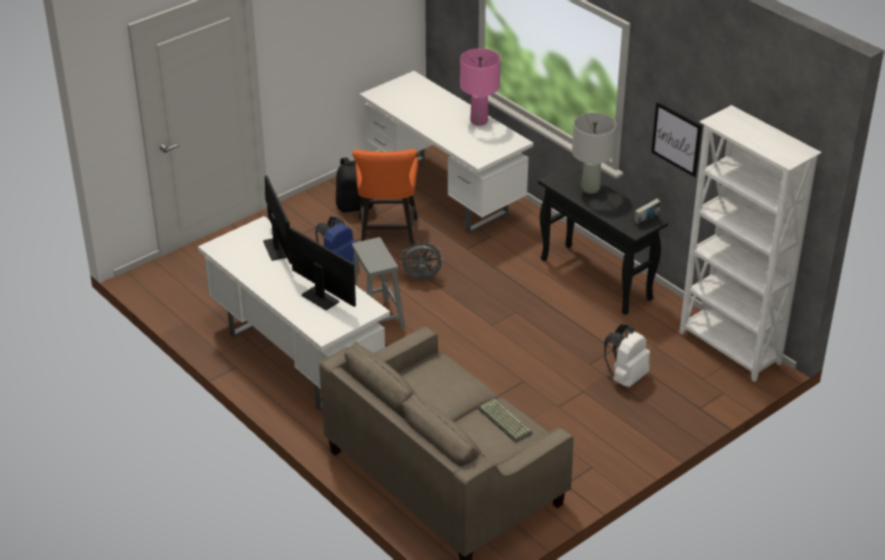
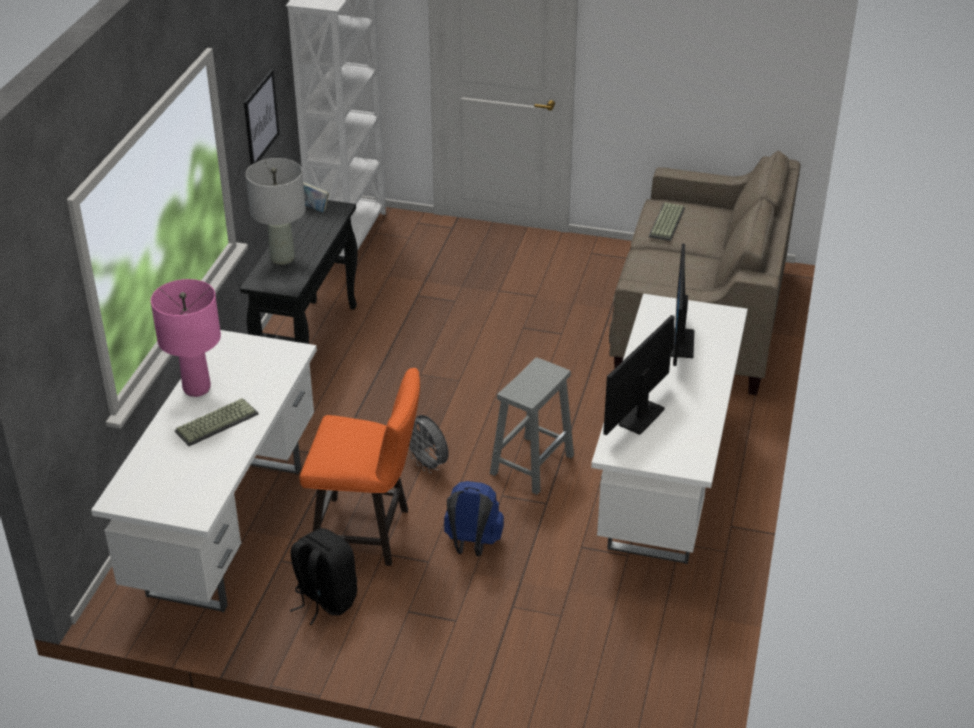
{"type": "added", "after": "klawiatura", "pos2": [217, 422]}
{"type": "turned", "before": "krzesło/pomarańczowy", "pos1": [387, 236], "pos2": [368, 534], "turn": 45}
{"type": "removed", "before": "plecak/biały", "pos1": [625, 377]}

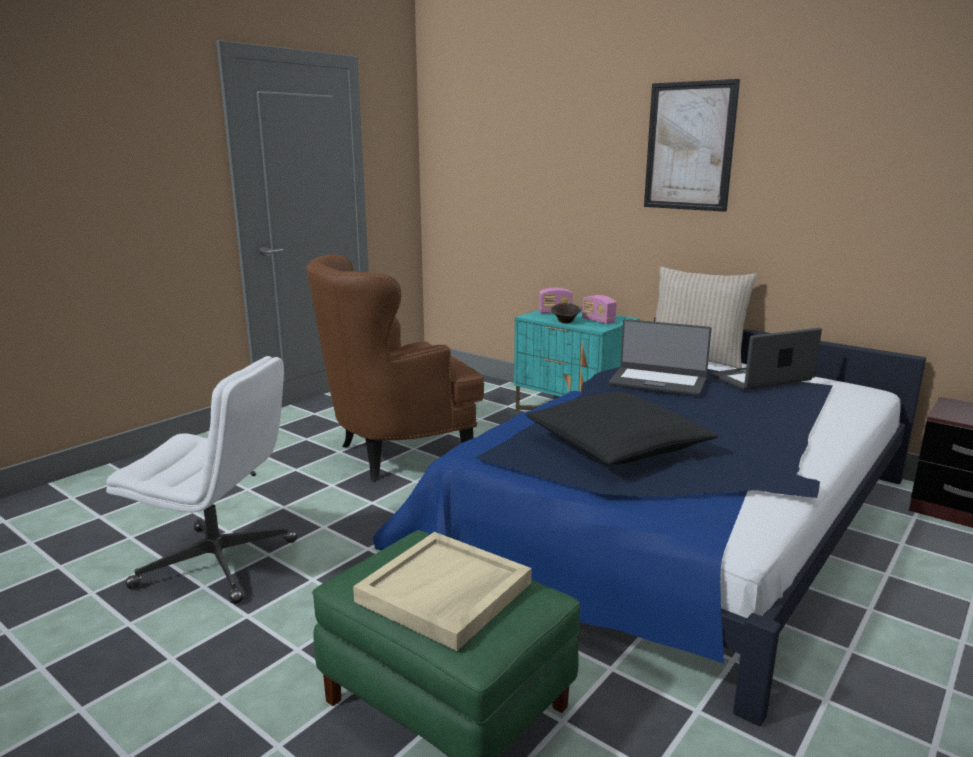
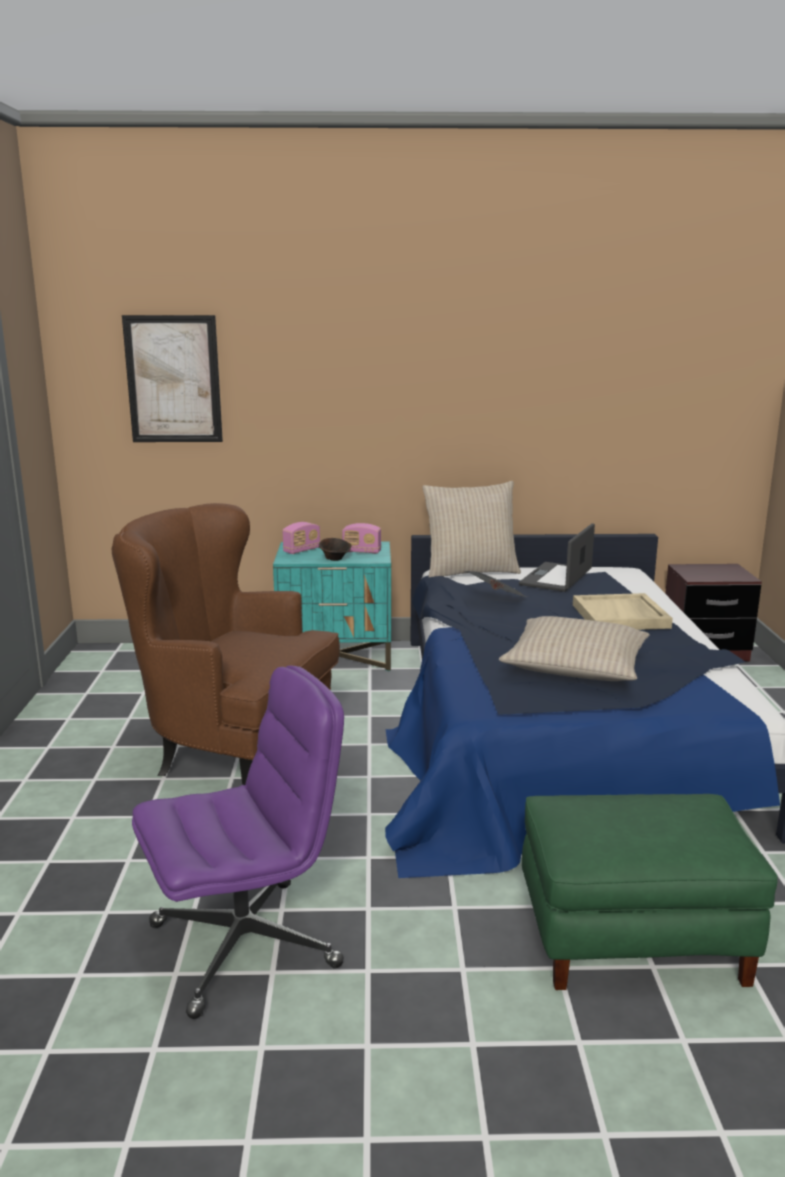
{"type": "turned", "before": "fotel/brązowy", "pos1": [396, 455], "pos2": [235, 758], "turn": 90}
{"type": "moved", "before": "obraz", "pos1": [689, 146], "pos2": [173, 379]}
{"type": "recoloured", "before": "krzesło biurowe/biały", "after": "krzesło biurowe/fioletowy", "pos1": [219, 563], "pos2": [246, 944]}
{"type": "replaced", "before": "laptop", "after": "gazeta", "pos1": [658, 381], "pos2": [497, 601]}
{"type": "recoloured", "before": "poduszka/czarny", "after": "poduszka/beżowy", "pos1": [617, 445], "pos2": [575, 665]}
{"type": "moved", "before": "taca/beżowy", "pos1": [444, 593], "pos2": [621, 616]}

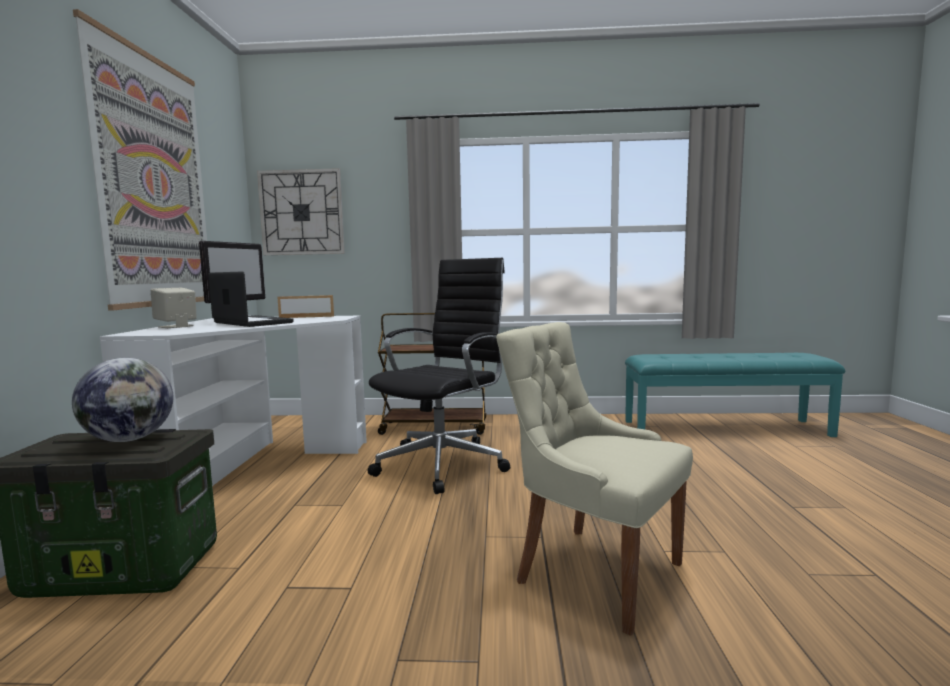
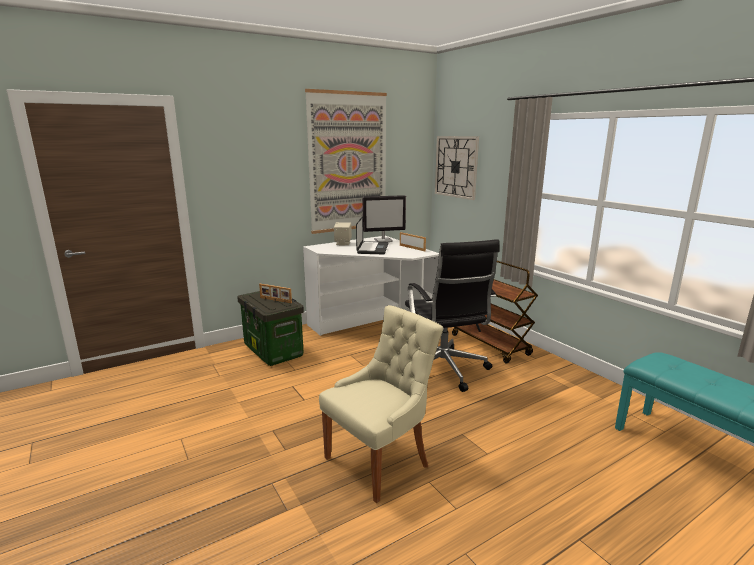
{"type": "replaced", "before": "globus", "after": "ramka na zdjęcie", "pos1": [129, 439], "pos2": [275, 300]}
{"type": "turned", "before": "krzesło/beżowy", "pos1": [593, 570], "pos2": [380, 460], "turn": 45}
{"type": "turned", "before": "krzesło biurowe/czarny", "pos1": [444, 463], "pos2": [444, 370], "turn": 75}

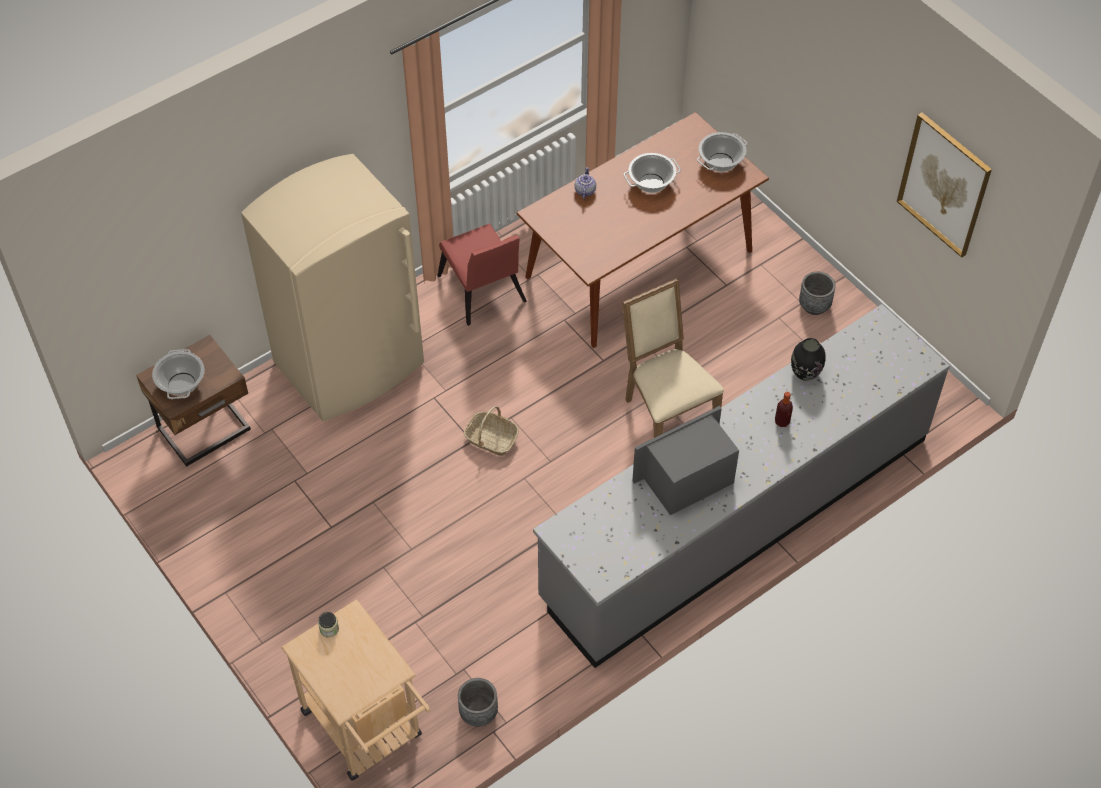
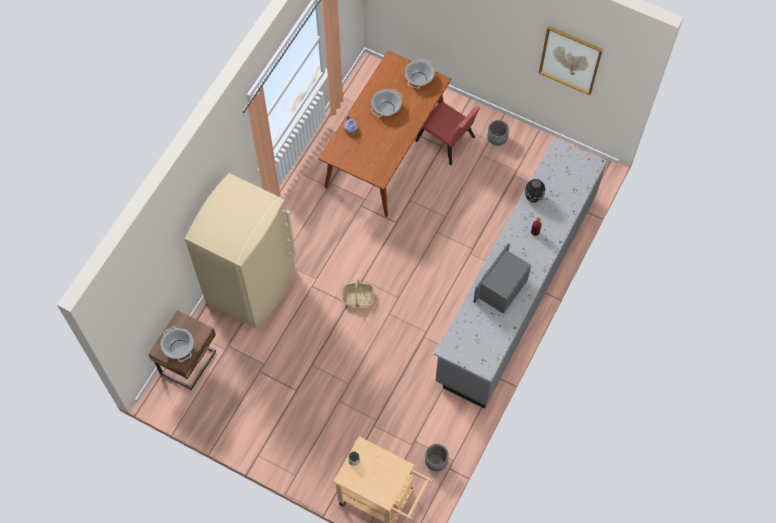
{"type": "moved", "before": "krzesło/czerwony", "pos1": [483, 293], "pos2": [447, 142]}
{"type": "removed", "before": "krzesło/beżowy", "pos1": [666, 410]}

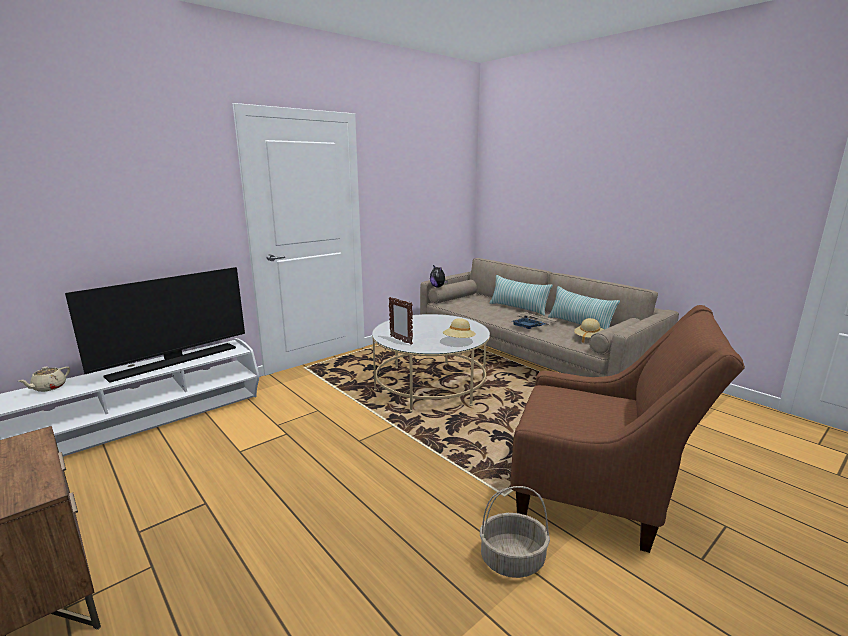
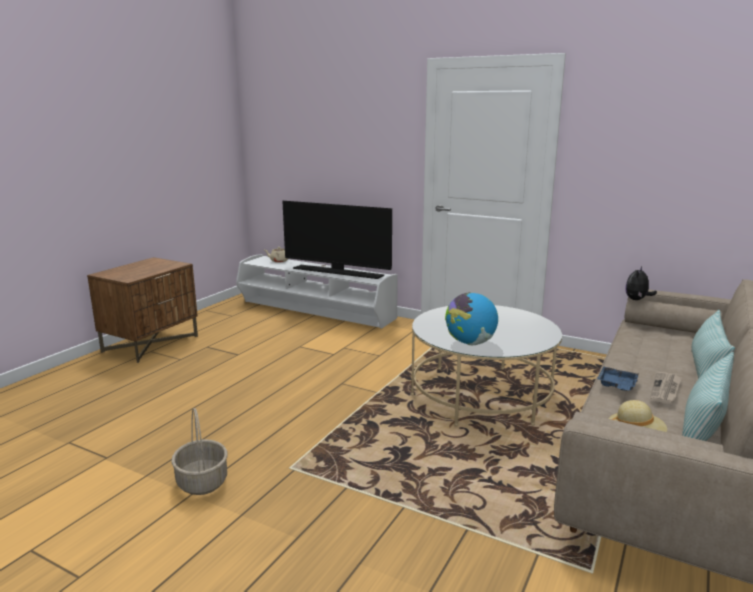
{"type": "replaced", "before": "kapelusz/beżowy", "after": "globus", "pos1": [459, 341], "pos2": [470, 343]}
{"type": "removed", "before": "ramka na zdjęcie", "pos1": [401, 340]}
{"type": "removed", "before": "fotel/brązowy", "pos1": [599, 494]}

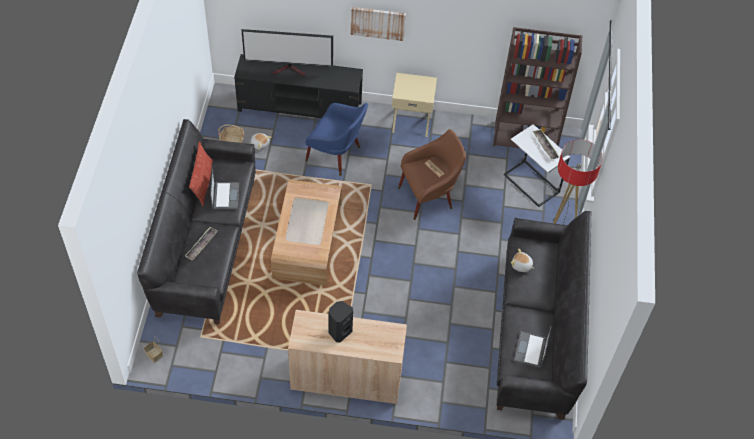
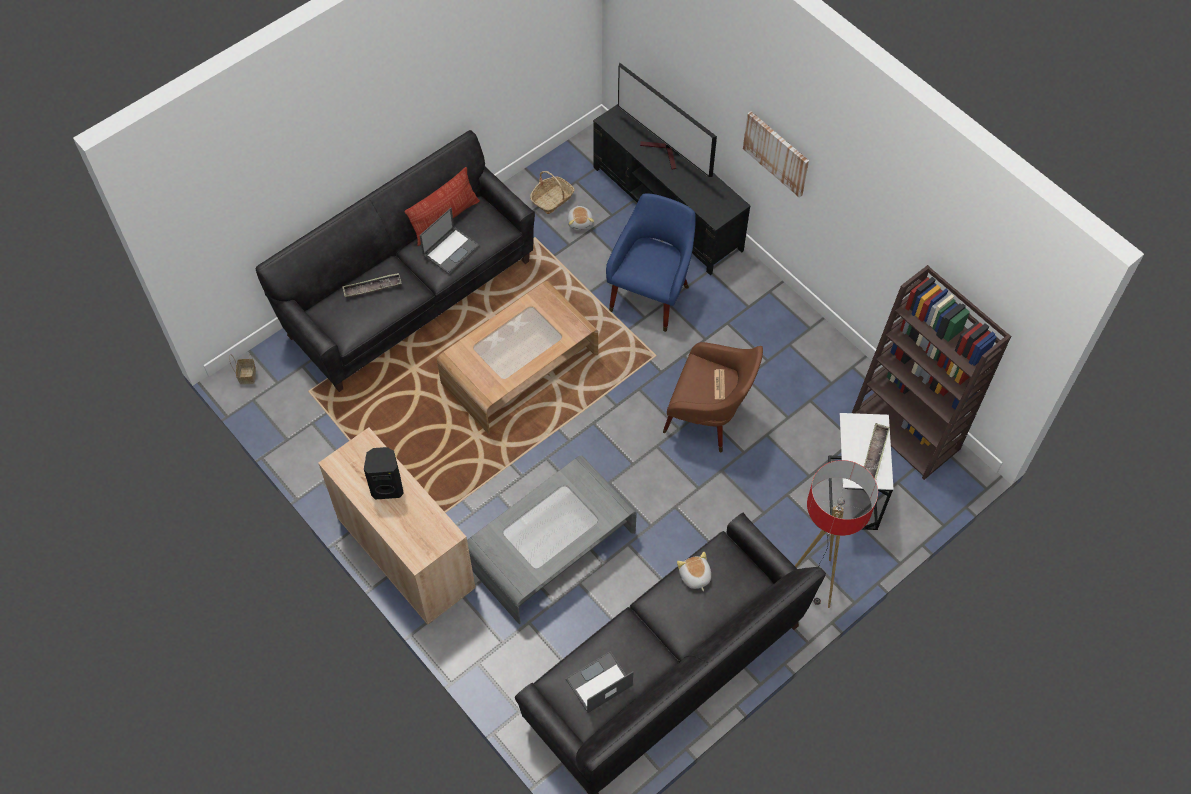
{"type": "added", "after": "ława/szary", "pos2": [552, 549]}
{"type": "turned", "before": "fotel/niebieski", "pos1": [336, 155], "pos2": [651, 293], "turn": -135}
{"type": "removed", "before": "szafka nocna/beżowy", "pos1": [411, 121]}

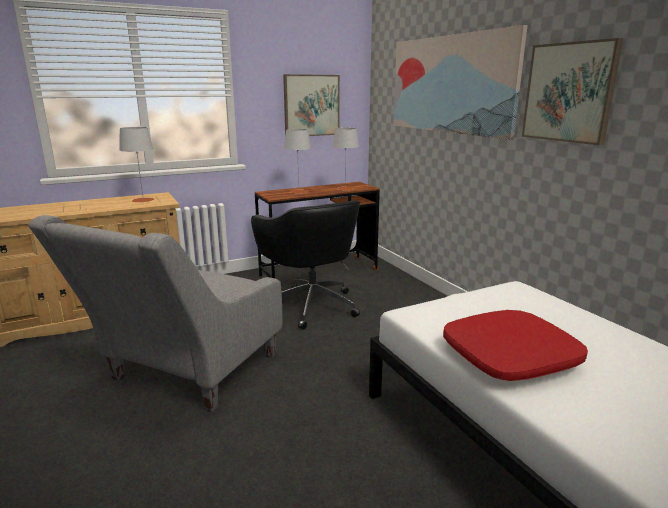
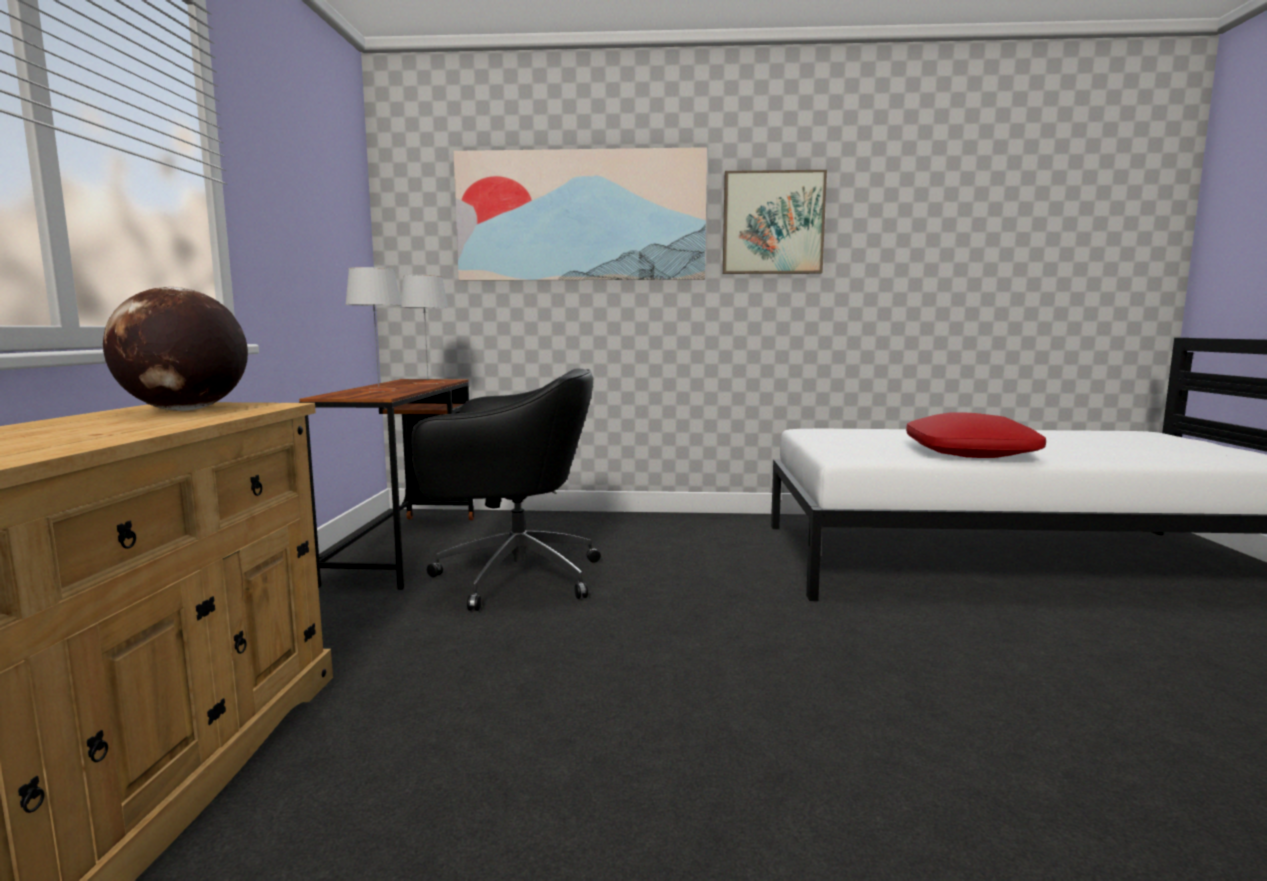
{"type": "replaced", "before": "lampa stołowa/szary", "after": "globus", "pos1": [143, 200], "pos2": [184, 410]}
{"type": "removed", "before": "fotel/szary", "pos1": [184, 375]}
{"type": "removed", "before": "obraz", "pos1": [311, 105]}

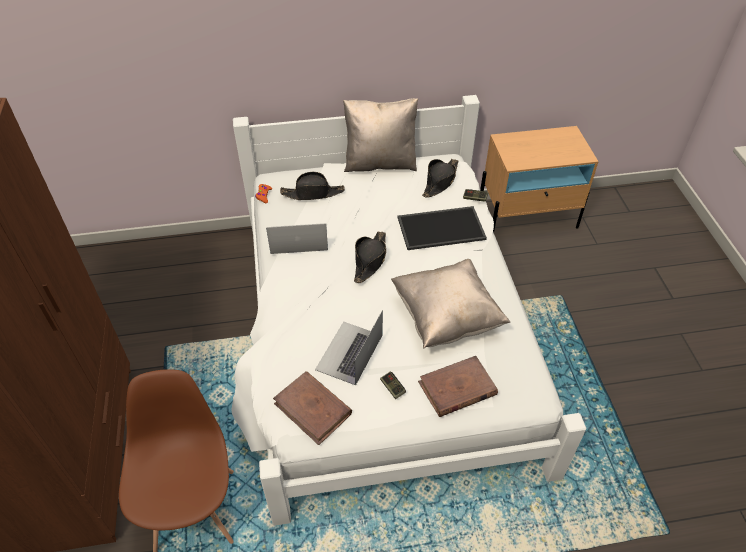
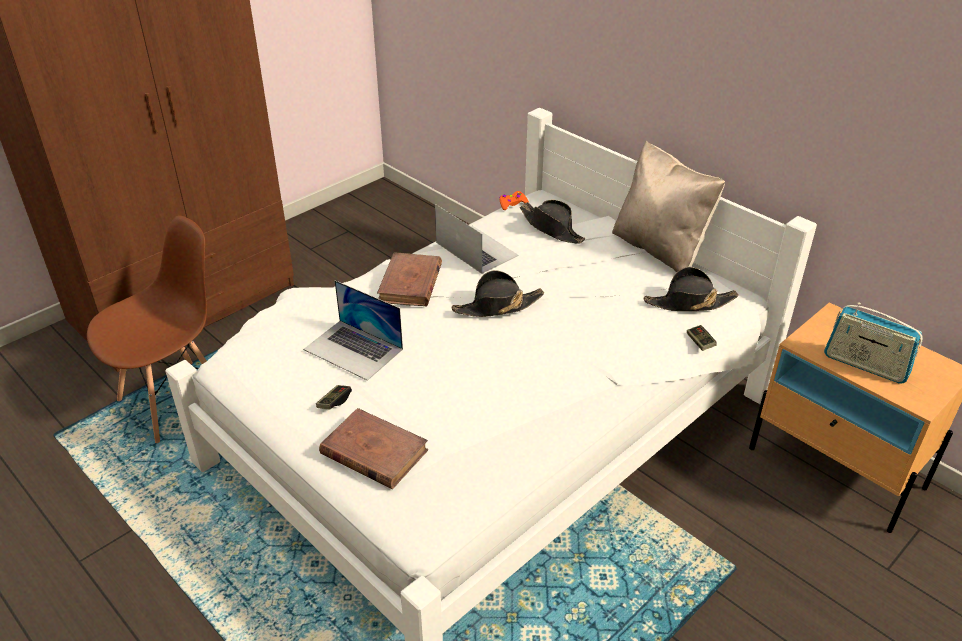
{"type": "turned", "before": "laptop", "pos1": [349, 352], "pos2": [353, 349], "turn": -135}
{"type": "moved", "before": "książka/brązowy", "pos1": [313, 409], "pos2": [410, 283]}
{"type": "added", "after": "radio", "pos2": [865, 365]}
{"type": "removed", "before": "poduszka/beżowy", "pos1": [446, 317]}
{"type": "removed", "before": "taca", "pos1": [441, 227]}

